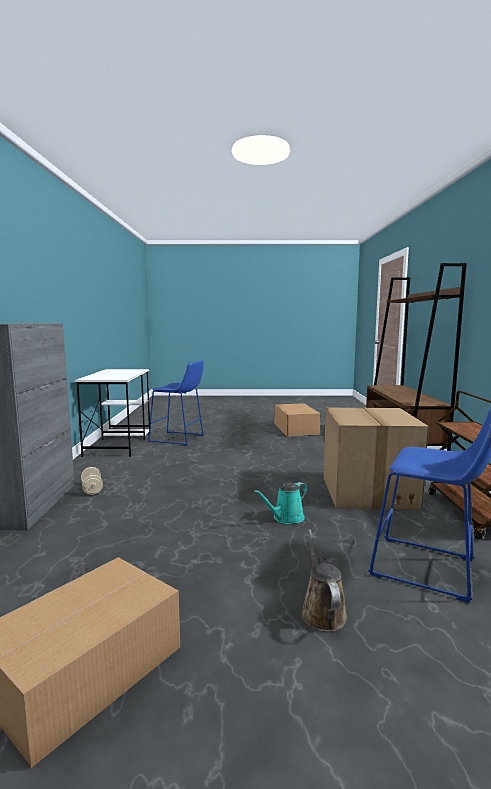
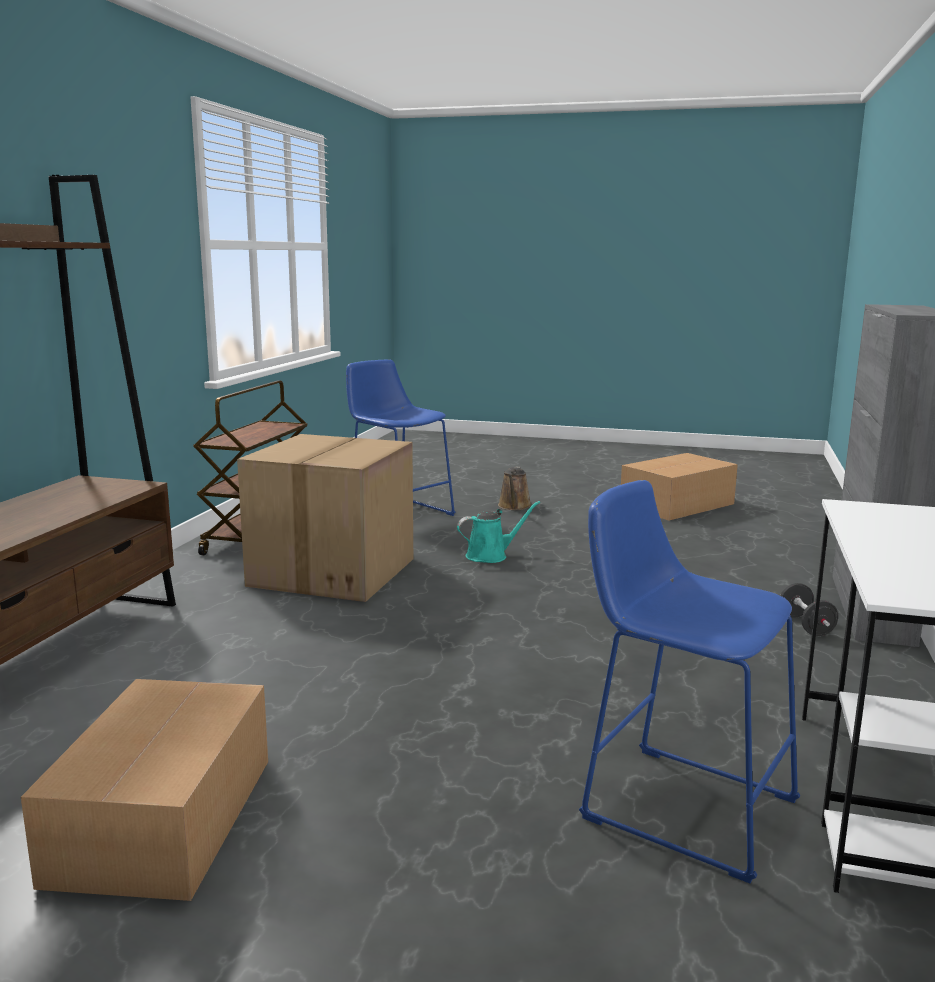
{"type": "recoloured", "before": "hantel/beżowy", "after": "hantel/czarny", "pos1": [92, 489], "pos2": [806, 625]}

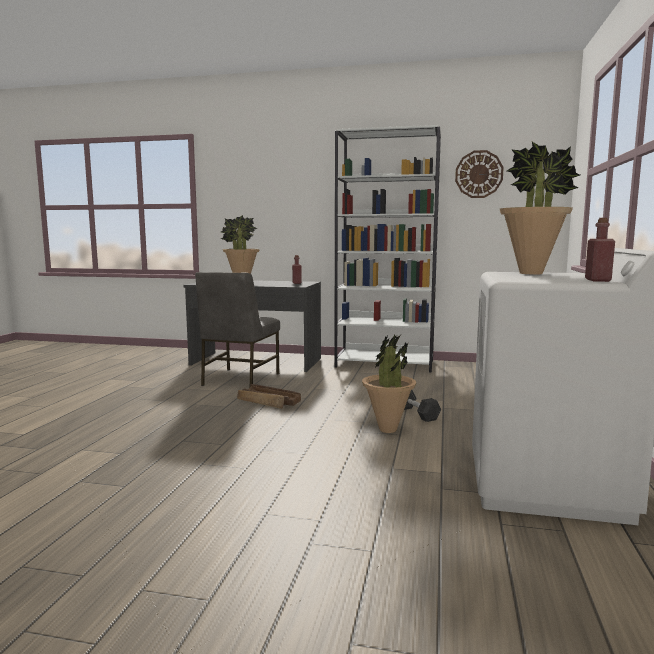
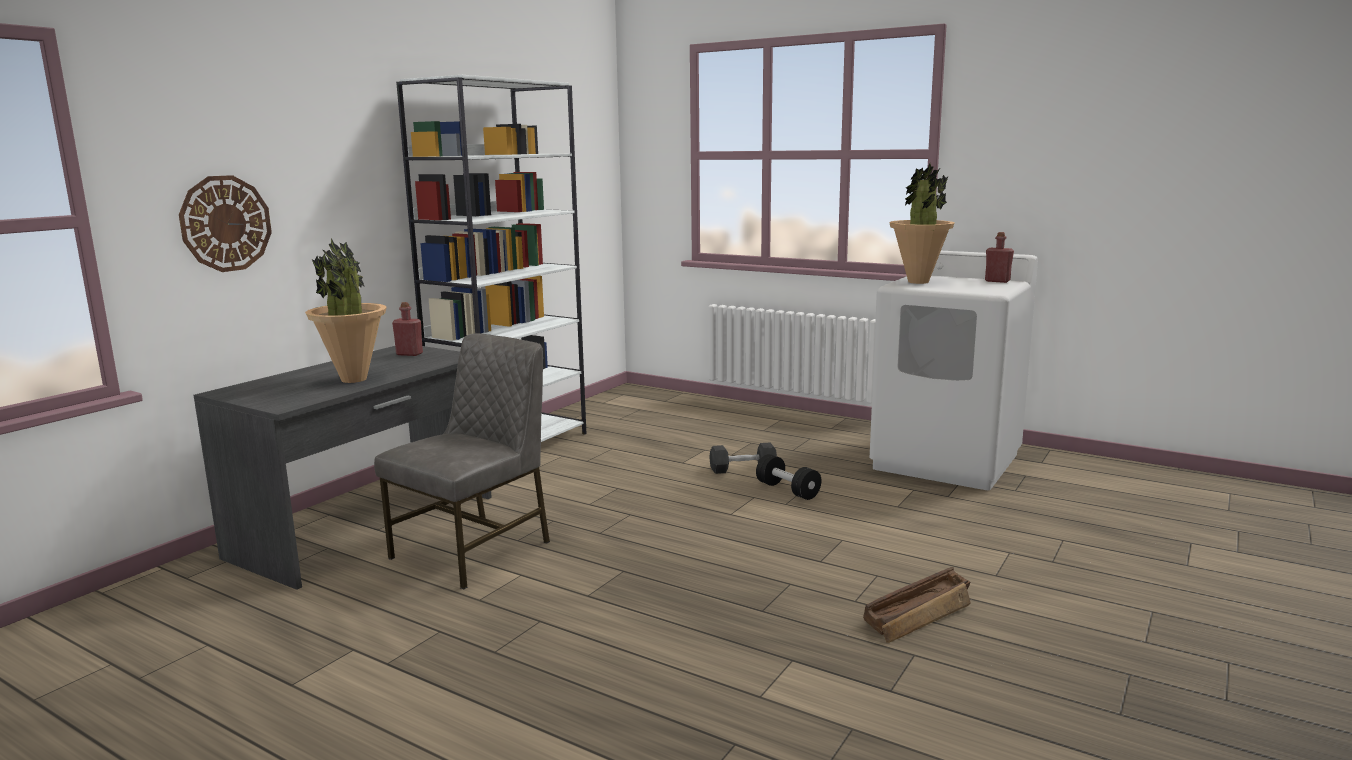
{"type": "moved", "before": "zegar ścienny", "pos1": [479, 174], "pos2": [225, 223]}
{"type": "turned", "before": "krzesło/szary", "pos1": [239, 379], "pos2": [475, 549], "turn": -90}
{"type": "replaced", "before": "roślina doniczkowa", "after": "hantel/czarny", "pos1": [388, 429], "pos2": [787, 490]}
{"type": "moved", "before": "skrzynka", "pos1": [269, 402], "pos2": [920, 614]}

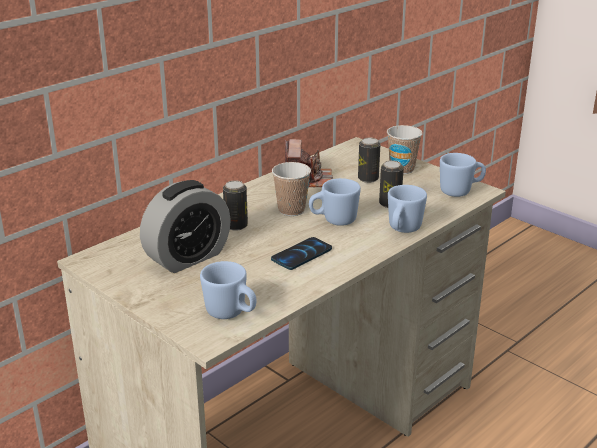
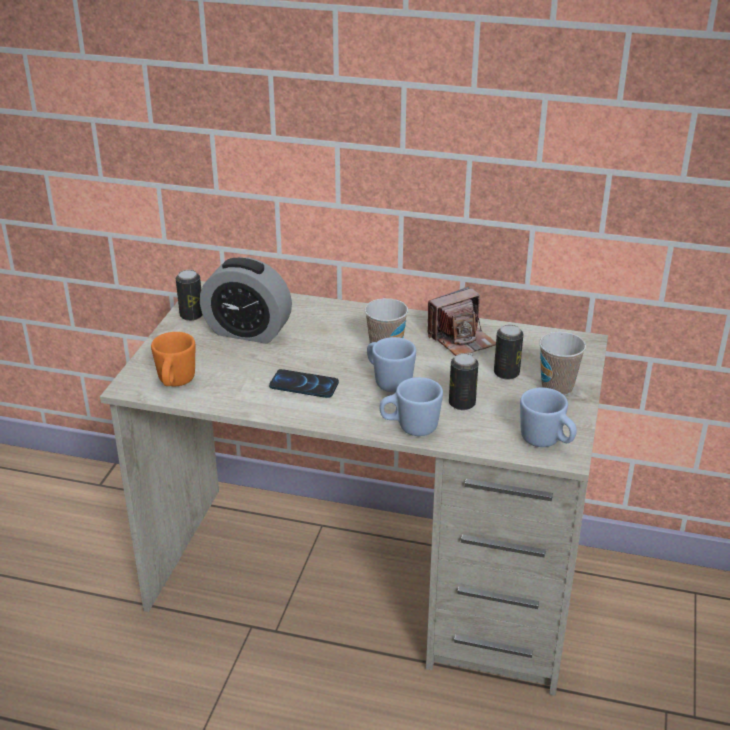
{"type": "recoloured", "before": "kubek/niebieski", "after": "kubek/pomarańczowy", "pos1": [231, 314], "pos2": [175, 383]}
{"type": "moved", "before": "puszka", "pos1": [236, 226], "pos2": [191, 315]}

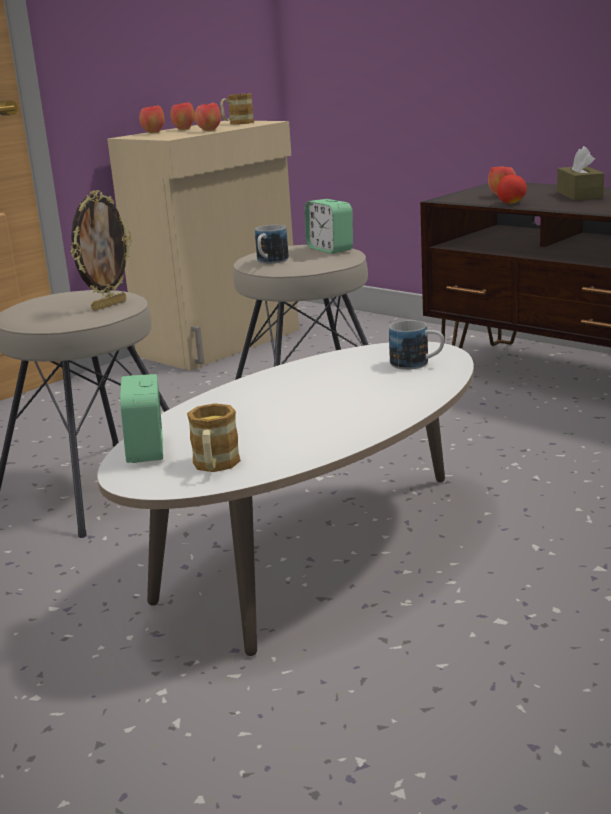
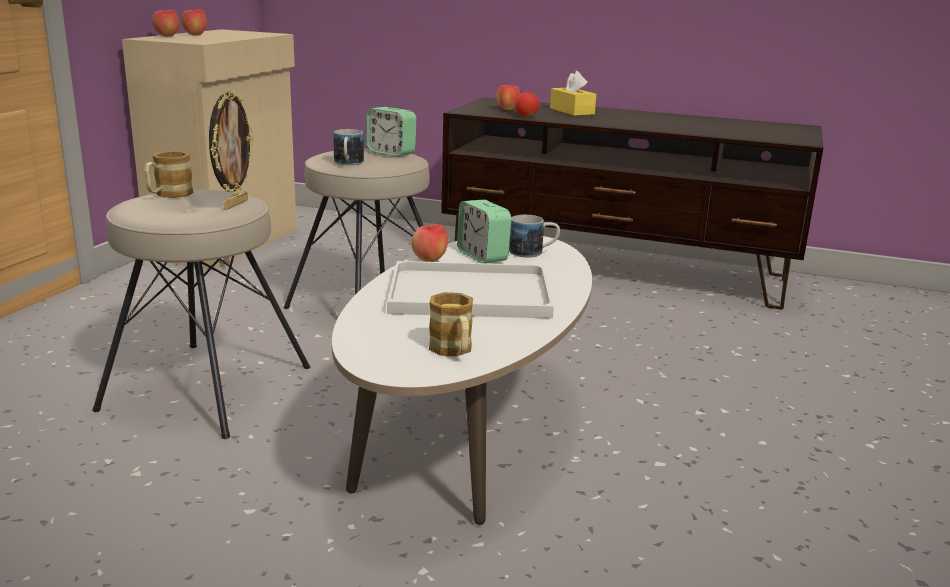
{"type": "moved", "before": "kubek", "pos1": [237, 123], "pos2": [168, 195]}
{"type": "added", "after": "taca/biały", "pos2": [466, 294]}
{"type": "moved", "before": "jabłko", "pos1": [209, 131], "pos2": [429, 261]}
{"type": "moved", "before": "budzik", "pos1": [146, 450], "pos2": [482, 256]}
{"type": "recoloured", "before": "pudełko chusteczek/brązowy", "after": "pudełko chusteczek/żółty", "pos1": [579, 195], "pos2": [572, 111]}

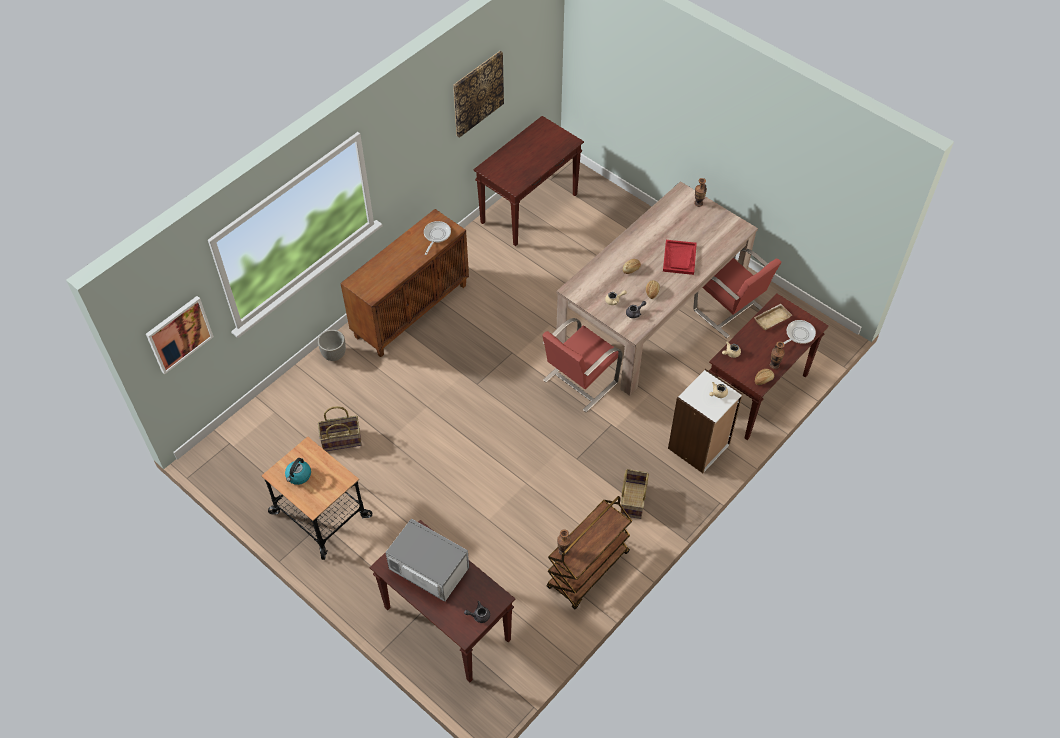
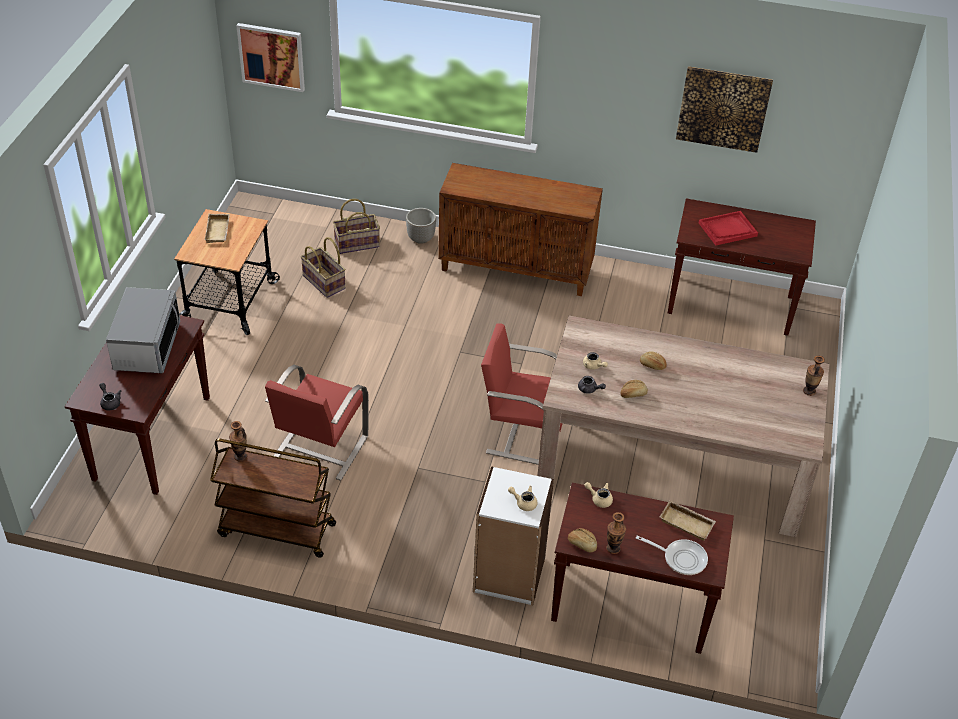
{"type": "replaced", "before": "czajnik", "after": "taca/beżowy", "pos1": [298, 476], "pos2": [218, 231]}
{"type": "moved", "before": "krzesło/czerwony", "pos1": [729, 311], "pos2": [319, 448]}
{"type": "moved", "before": "koszyk", "pos1": [632, 500], "pos2": [357, 243]}
{"type": "moved", "before": "taca/czerwony", "pos1": [679, 258], "pos2": [727, 229]}
{"type": "removed", "before": "patelnia", "pos1": [436, 236]}

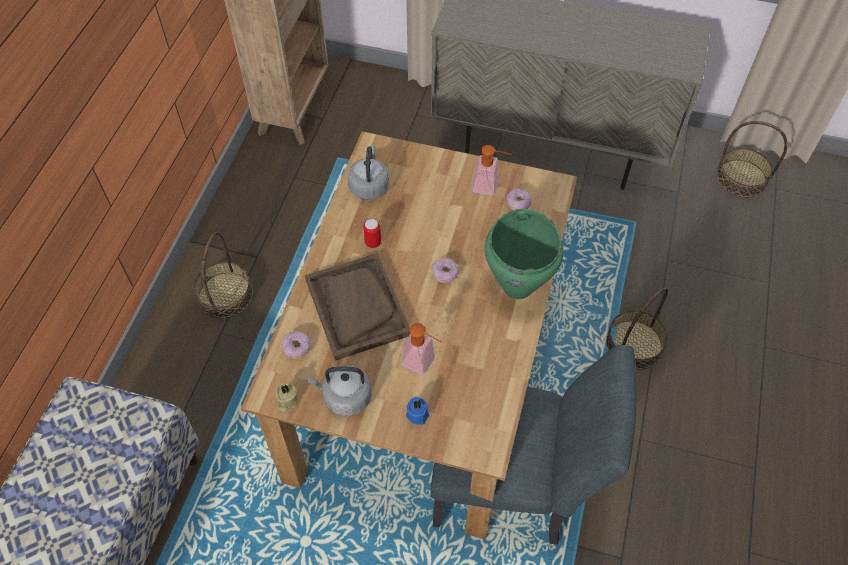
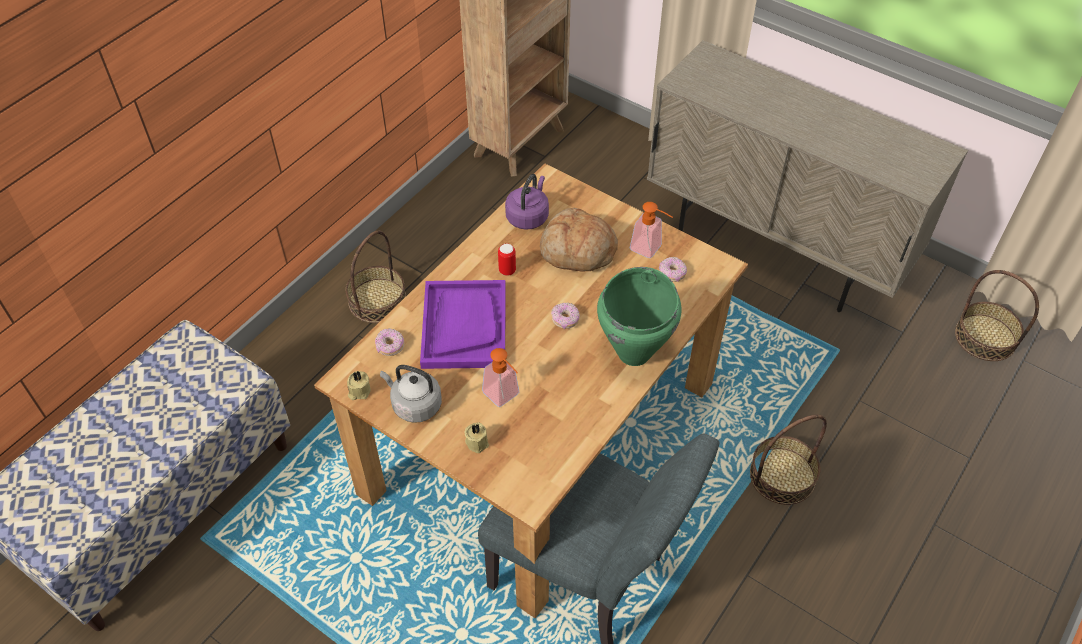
{"type": "recoloured", "before": "taca/brązowy", "after": "taca/fioletowy", "pos1": [357, 307], "pos2": [464, 326]}
{"type": "recoloured", "before": "świeca/niebieski", "after": "świeca/beżowy", "pos1": [417, 414], "pos2": [477, 442]}
{"type": "recoloured", "before": "czajnik/szary", "after": "czajnik/fioletowy", "pos1": [369, 186], "pos2": [528, 216]}
{"type": "added", "after": "chleb", "pos2": [577, 251]}

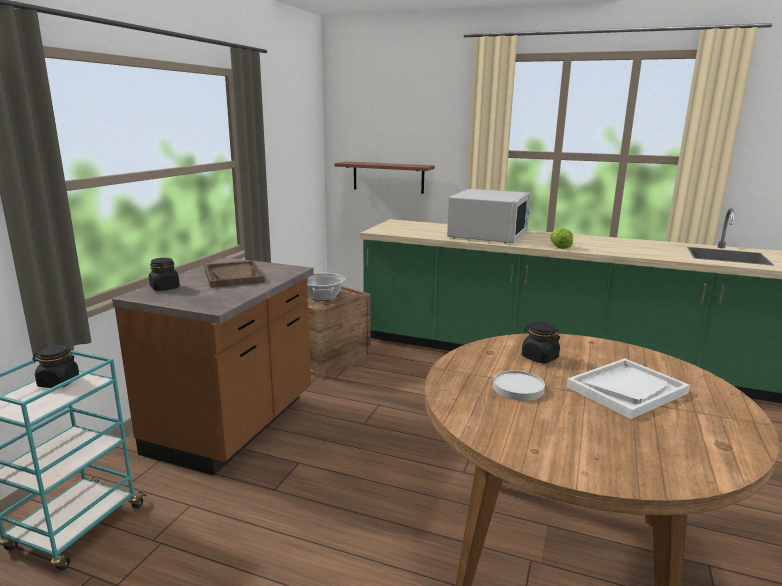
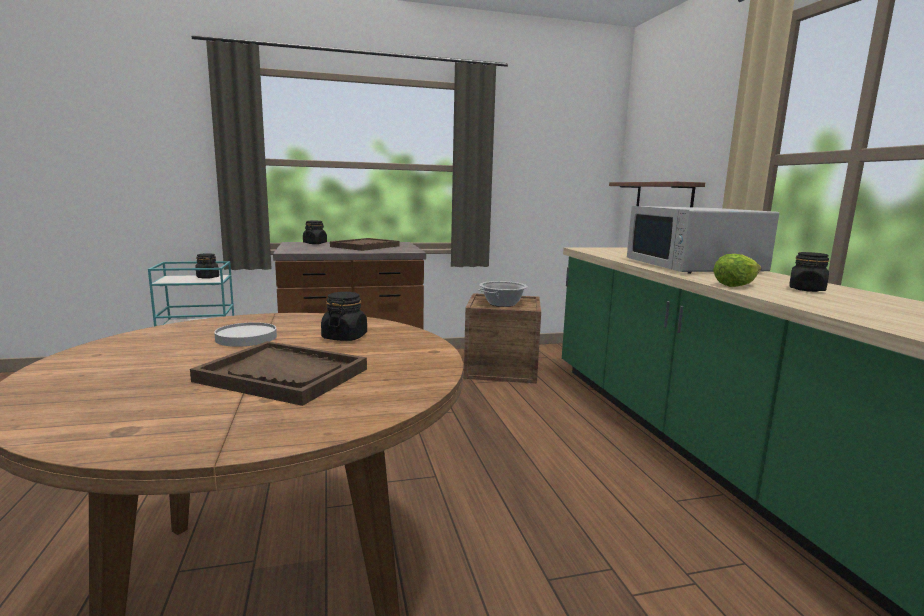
{"type": "recoloured", "before": "taca/biały", "after": "taca/brązowy", "pos1": [626, 390], "pos2": [283, 375]}
{"type": "turned", "before": "mikrofalówka/biały", "pos1": [489, 234], "pos2": [693, 266], "turn": 90}
{"type": "added", "after": "słoik/czarny", "pos2": [806, 289]}

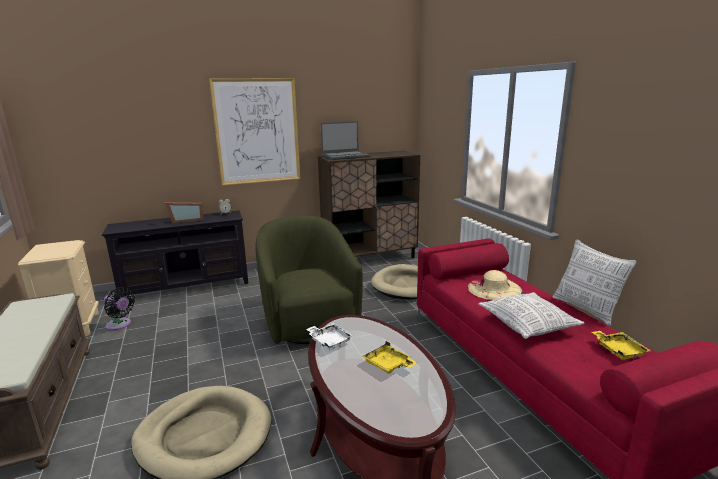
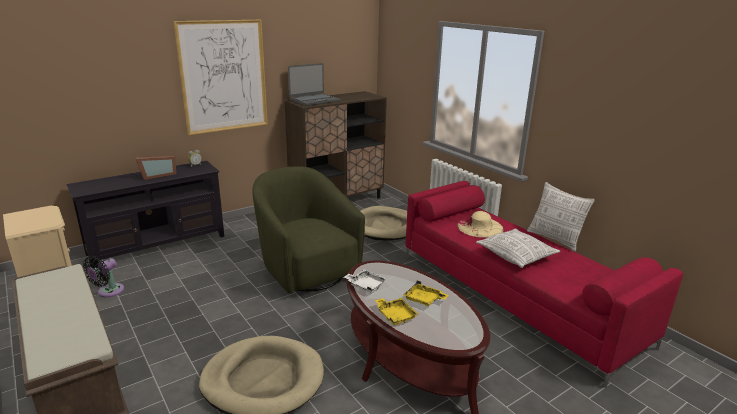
{"type": "turned", "before": "wentylator/czarny", "pos1": [120, 325], "pos2": [108, 292], "turn": 105}
{"type": "moved", "before": "taca/żółty", "pos1": [618, 350], "pos2": [395, 315]}

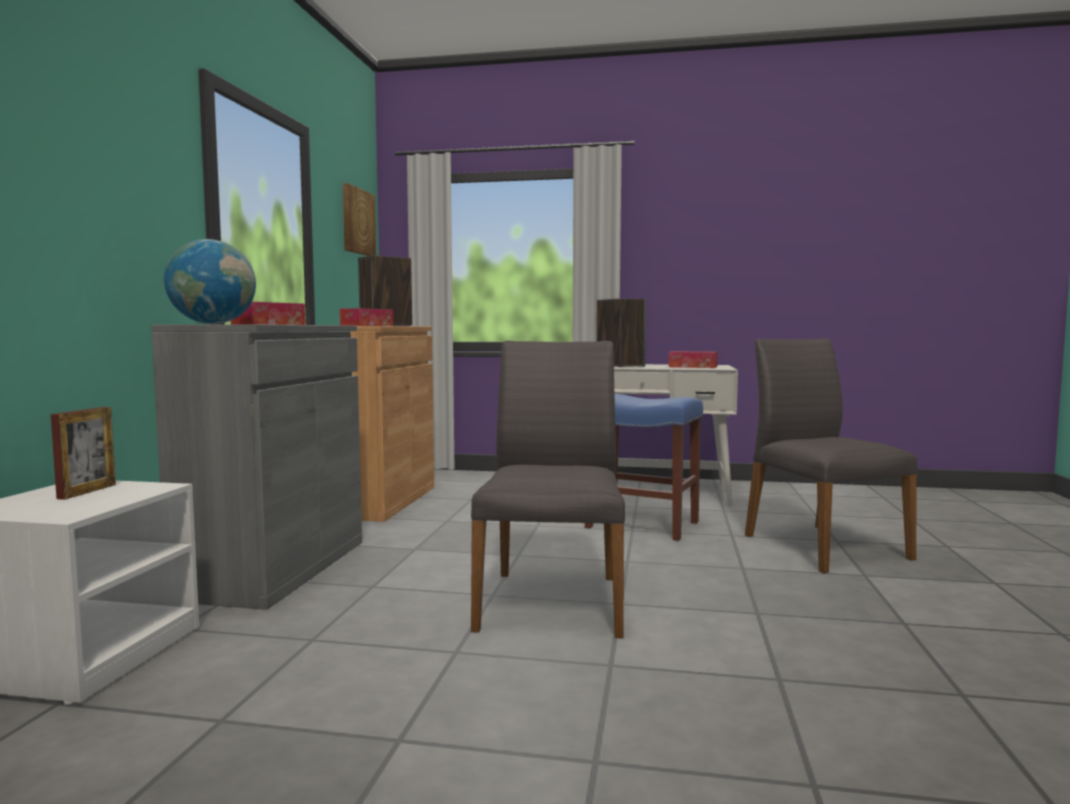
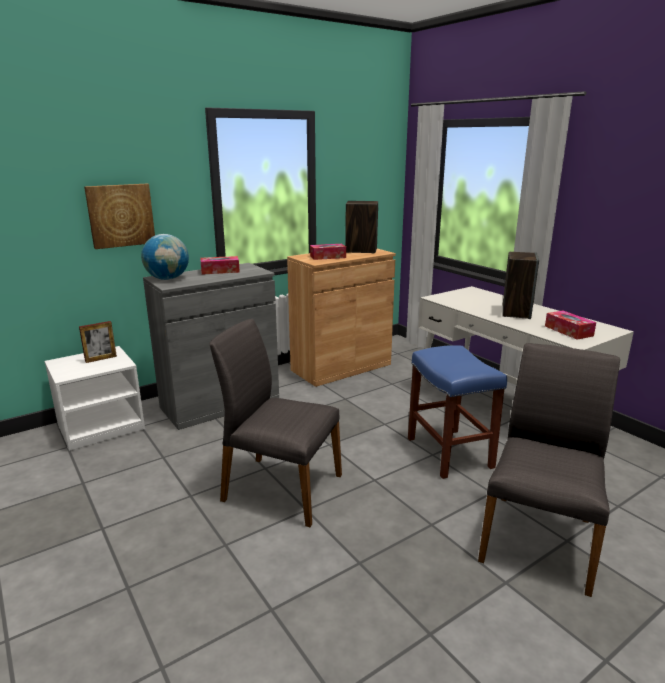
{"type": "moved", "before": "obraz", "pos1": [357, 221], "pos2": [120, 215]}
{"type": "turned", "before": "krzesło/szary", "pos1": [552, 601], "pos2": [280, 488], "turn": -120}

